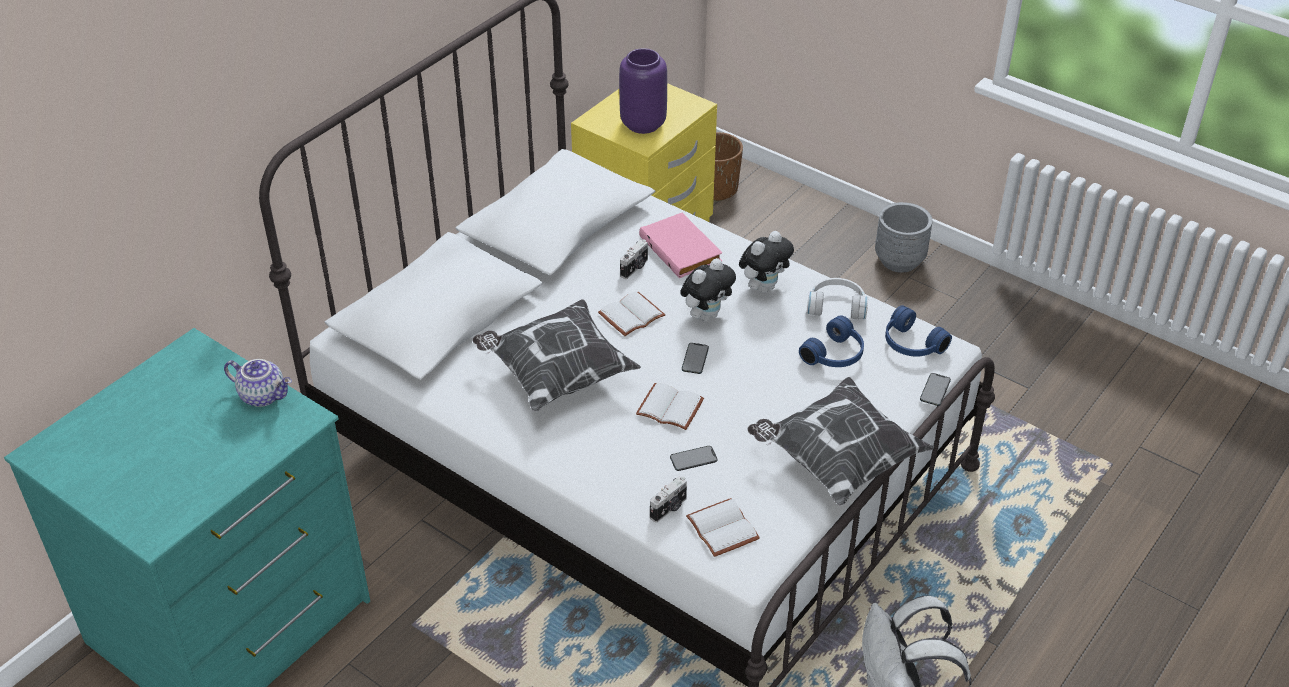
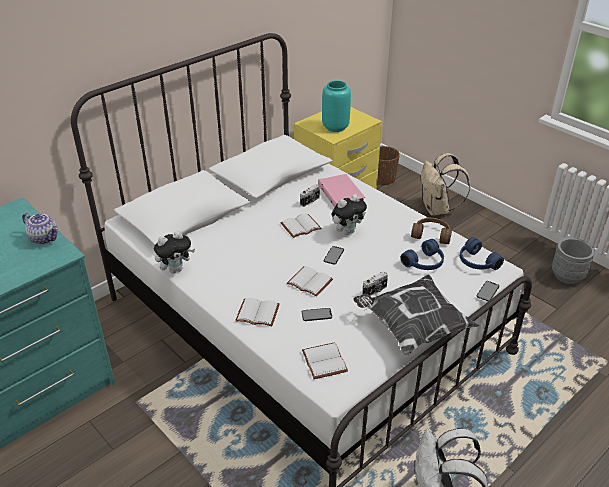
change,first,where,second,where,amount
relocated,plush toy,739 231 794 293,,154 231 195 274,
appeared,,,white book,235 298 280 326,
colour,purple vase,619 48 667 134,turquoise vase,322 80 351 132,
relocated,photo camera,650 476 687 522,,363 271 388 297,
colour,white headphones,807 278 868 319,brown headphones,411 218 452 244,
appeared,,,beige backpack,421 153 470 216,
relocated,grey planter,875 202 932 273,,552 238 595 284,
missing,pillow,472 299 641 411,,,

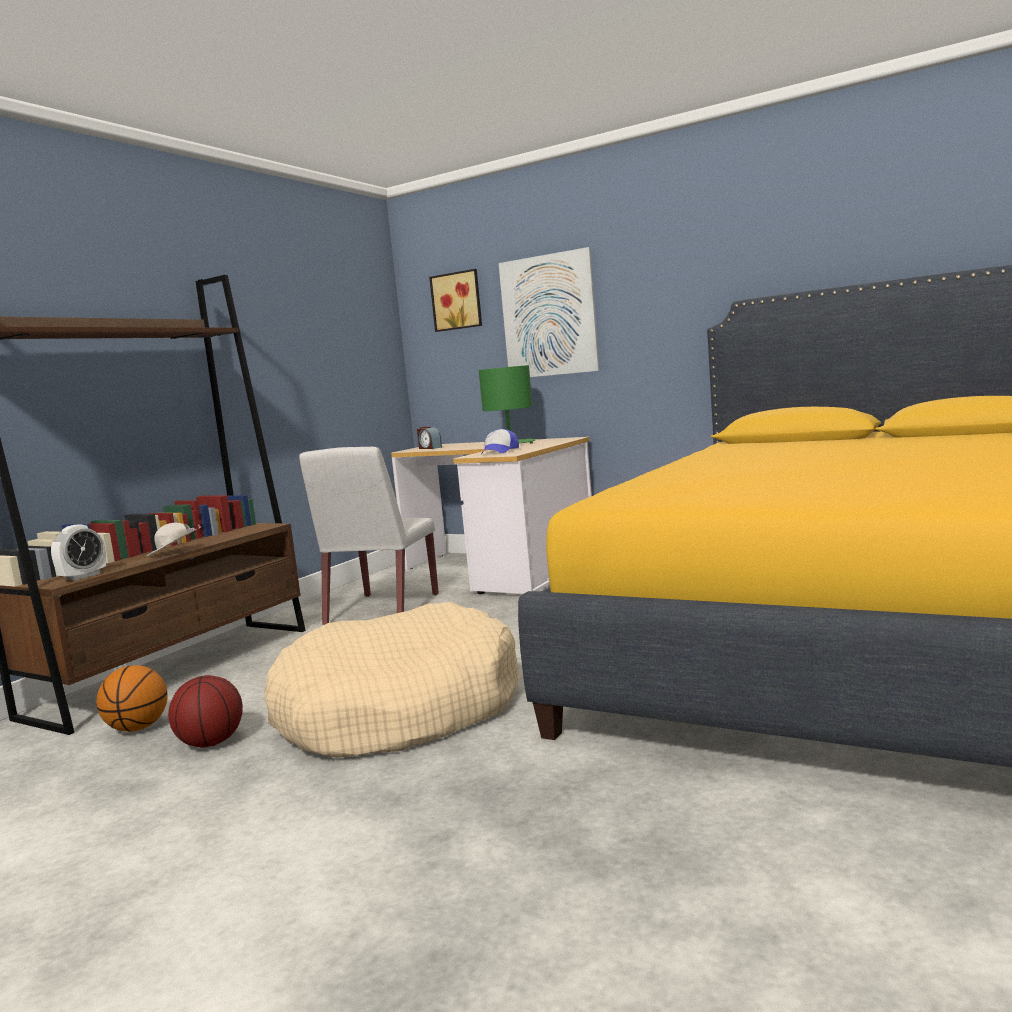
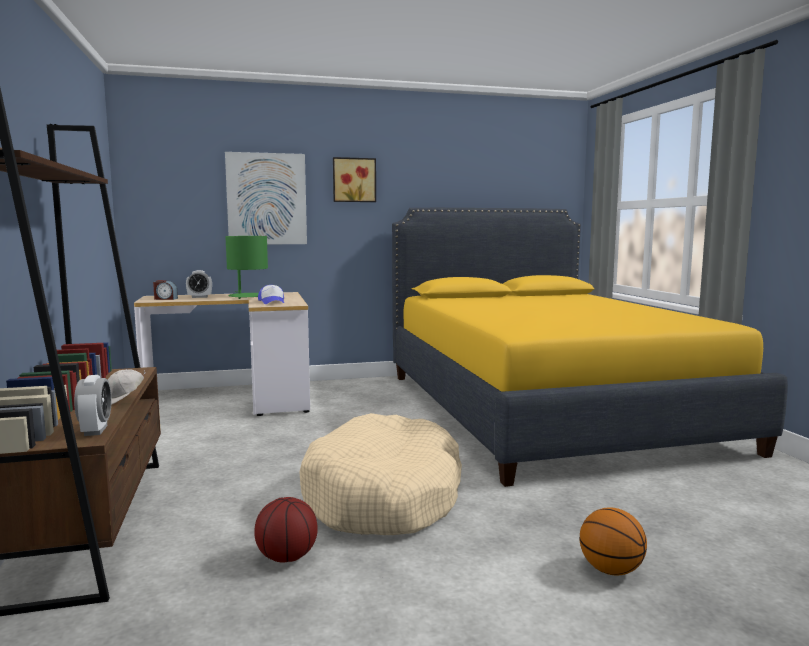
change,first,where,second,where,amount
appeared,,,alarm clock,186 270 212 298,
relocated,picture,429 269 482 332,,333 157 376 202,
relocated,basketball,96 665 168 732,,580 507 647 575,
missing,white chair,299 447 439 625,,,

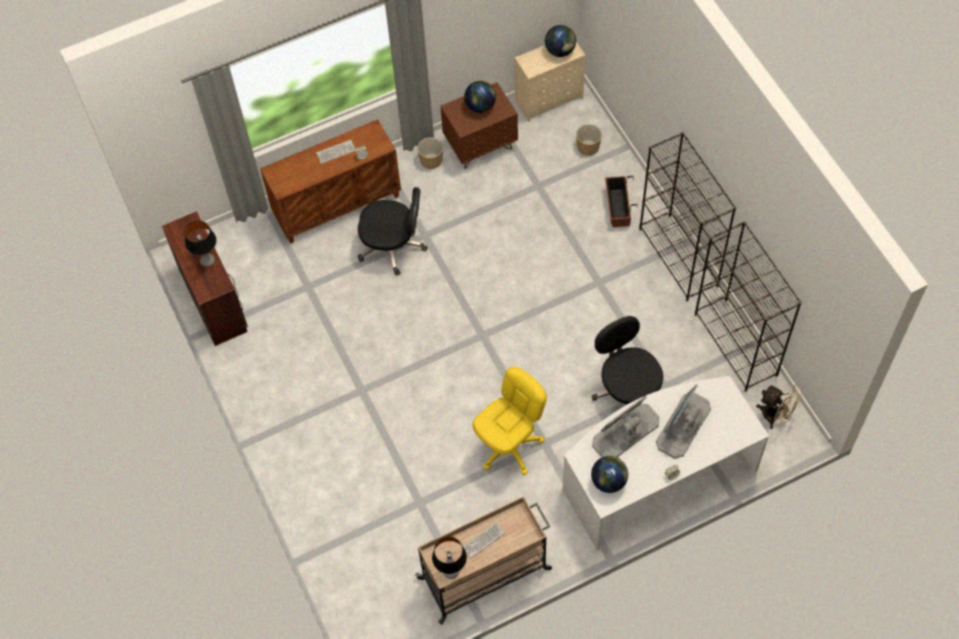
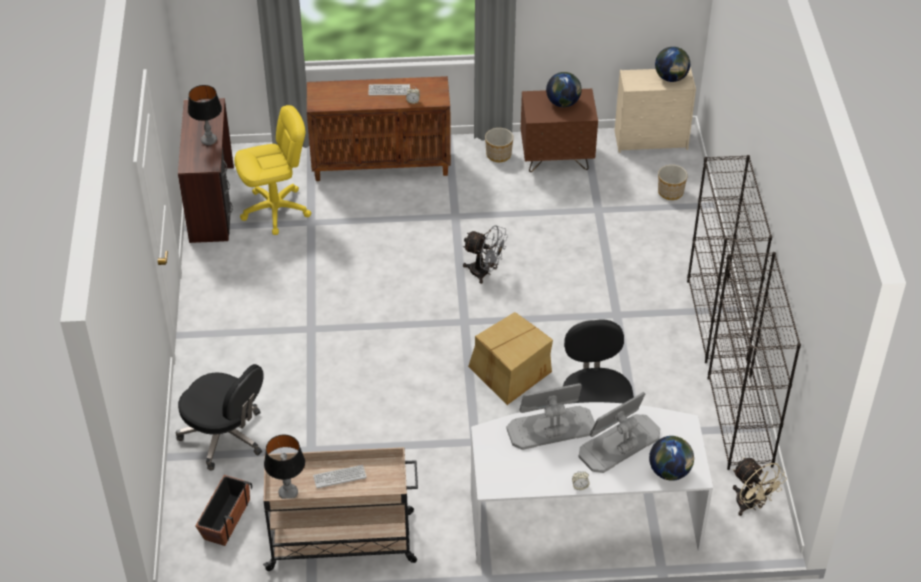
change,first,where,second,where,amount
relocated,black office chair,358 187 428 275,,176 364 264 470,
relocated,planter,605 176 637 227,,195 475 252 546,
relocated,yellow office chair,473 367 547 475,,234 105 311 235,
appeared,,,grey fan,463 225 508 284,
appeared,,,cardboard box,468 312 553 405,
relocated,globe,591 456 628 493,,649 436 694 481,

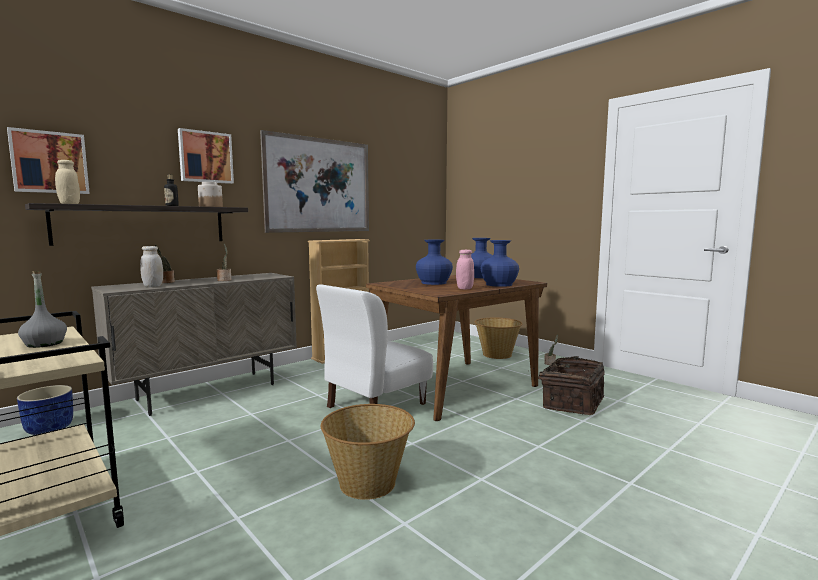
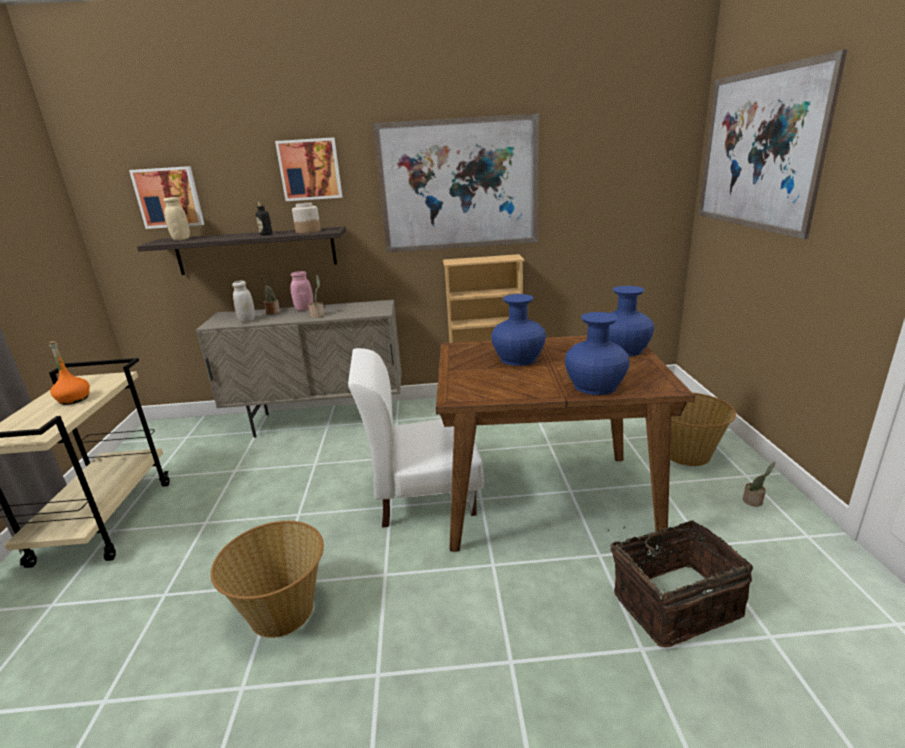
change,first,where,second,where,amount
colour,grey bottle,18 271 67 348,orange bottle,49 341 90 405,
relocated,pink jar,456 250 474 289,,291 271 313 311,
appeared,,,picture,698 49 847 239,
missing,blue planter,17 385 73 435,,,

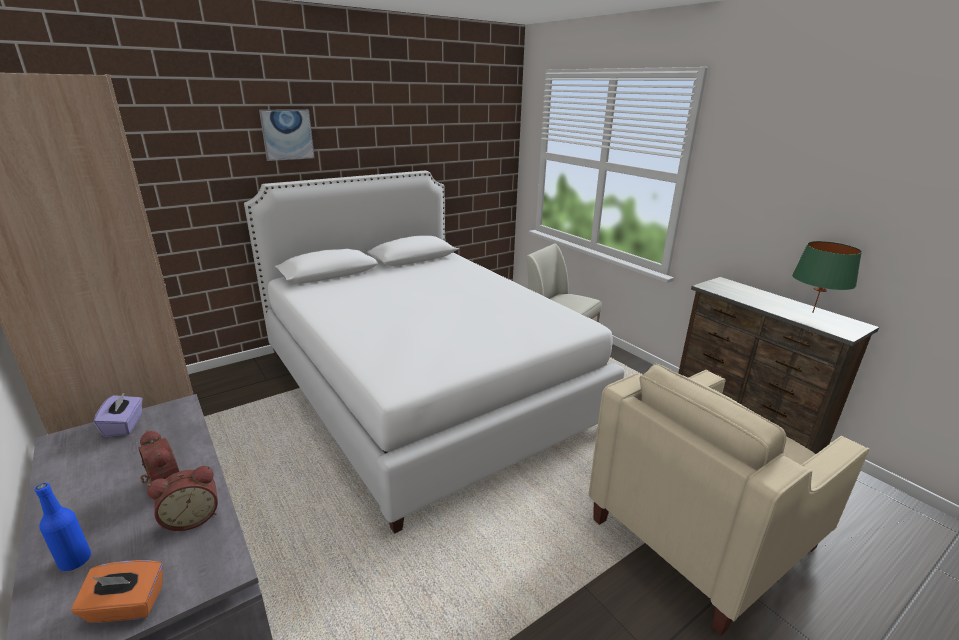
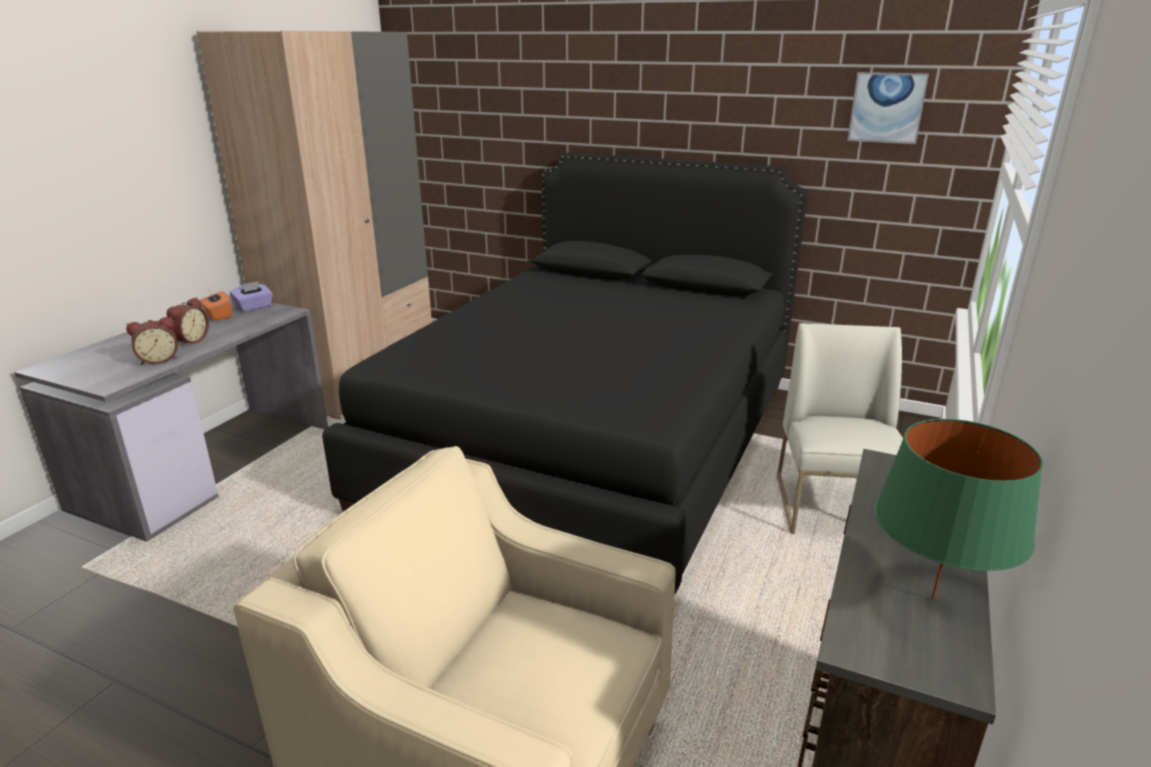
change,first,where,second,where,amount
spun,alarm clock,147 466 218 531,,126 317 178 365,60 degrees counterclockwise
relocated,orange tissue box,71 560 163 623,,200 290 232 321,
colour,white bed,244 171 625 534,black bed,322 153 808 595,
relocated,picture,259 109 315 161,,847 72 929 144,
missing,blue bottle,35 483 91 571,,,

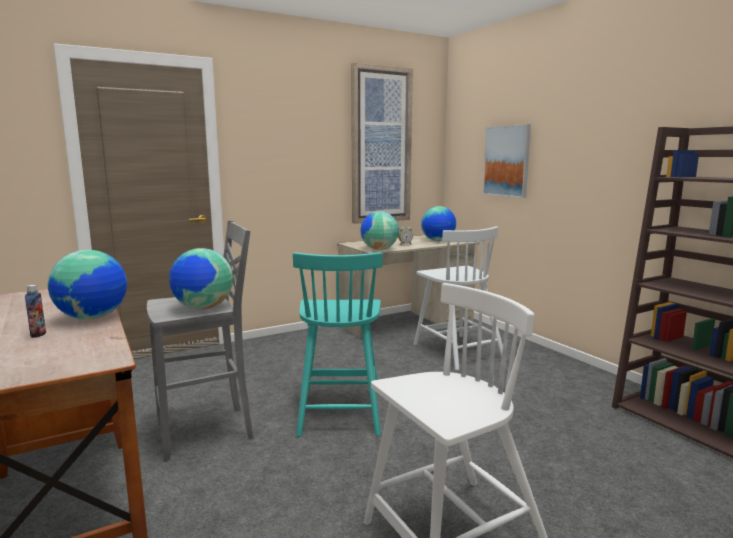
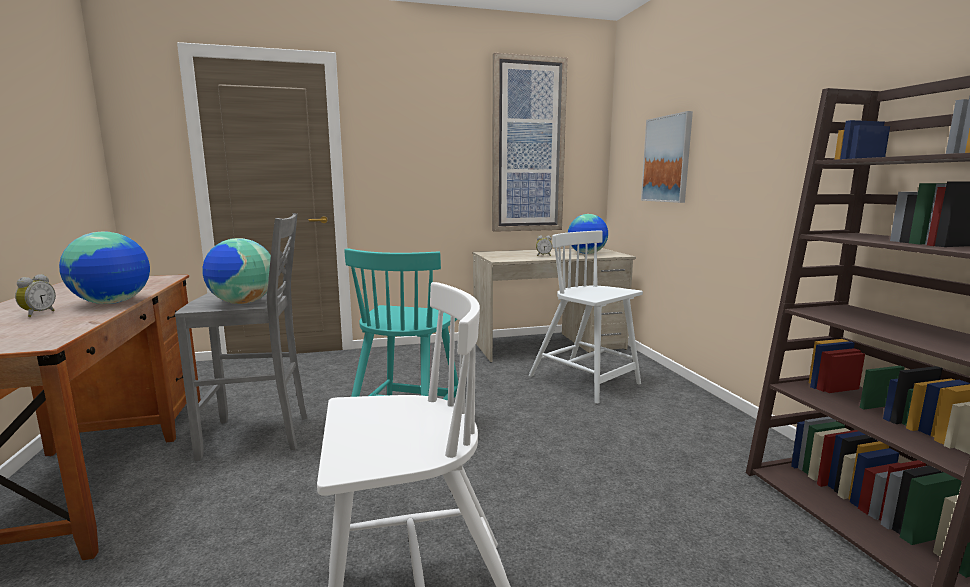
change,first,where,second,where,amount
exchanged,bottle,25 285 46 338,alarm clock,15 274 56 317,
spun,white chair,414 226 503 370,,529 230 643 404,150 degrees clockwise
missing,globe,360 211 399 250,,,

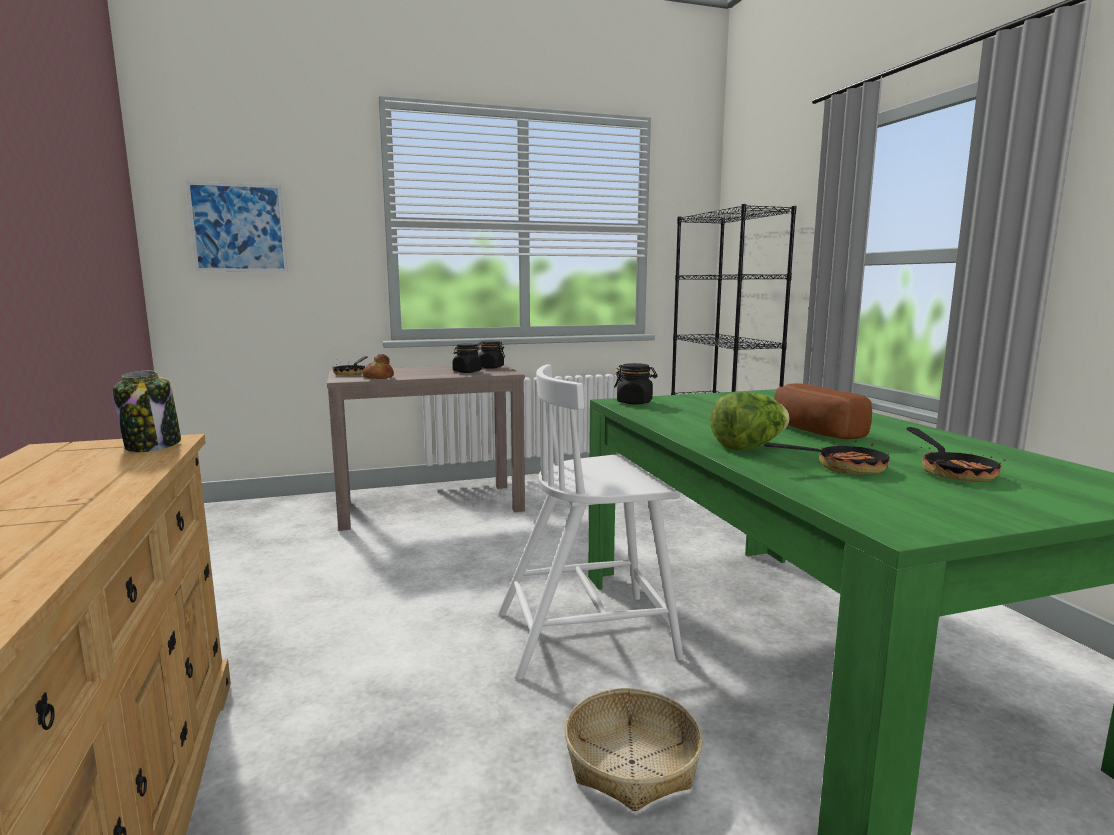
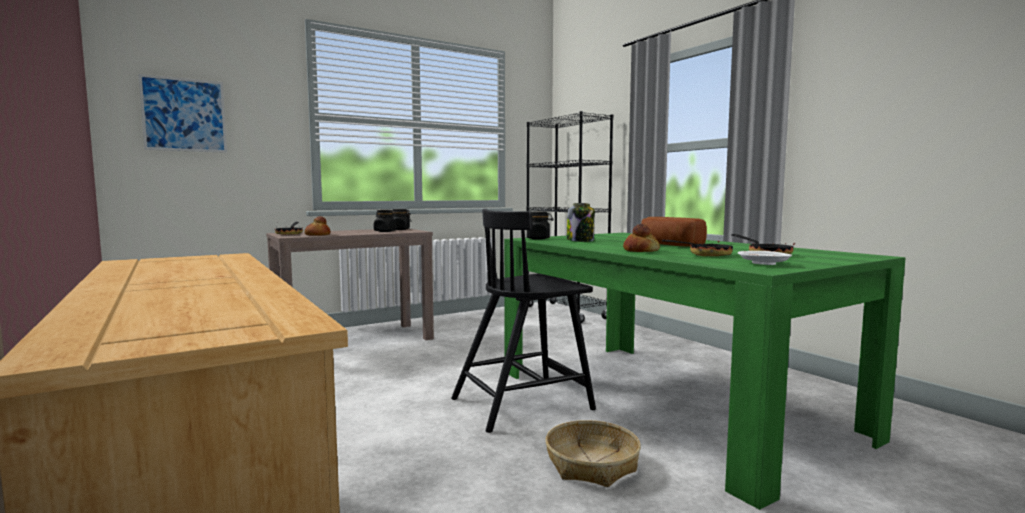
change,first,where,second,where,amount
colour,white chair,498 364 684 680,black chair,451 209 596 433,
relocated,jar,113 371 181 452,,567 203 595 242,
exchanged,lettuce,710 392 790 450,bread,623 224 660 252,
appeared,,,white plate,738 251 792 265,

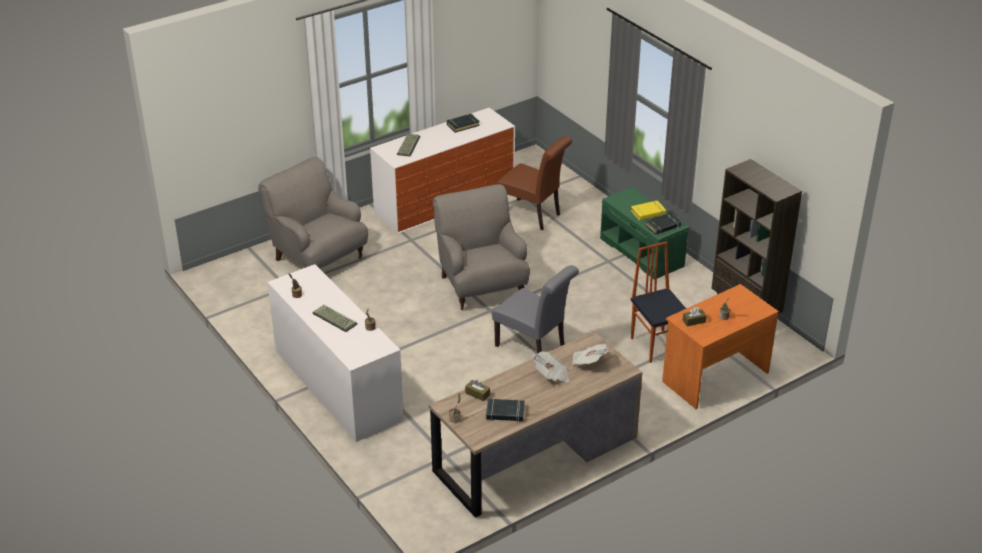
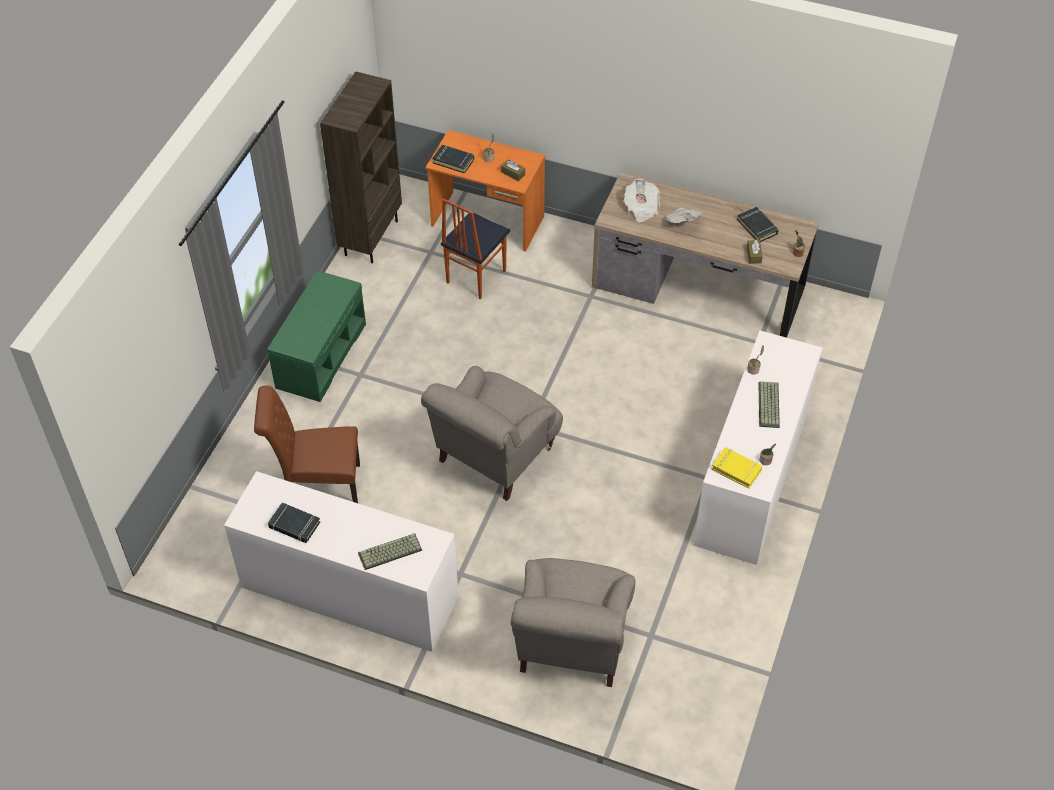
change,first,where,second,where,amount
spun,brown chair,496 136 572 230,,254 385 360 503,90 degrees counterclockwise
relocated,black book,645 213 681 235,,432 145 474 173,
relocated,yellow book,631 200 666 220,,711 447 762 489,
missing,grey chair,492 265 579 353,,,

